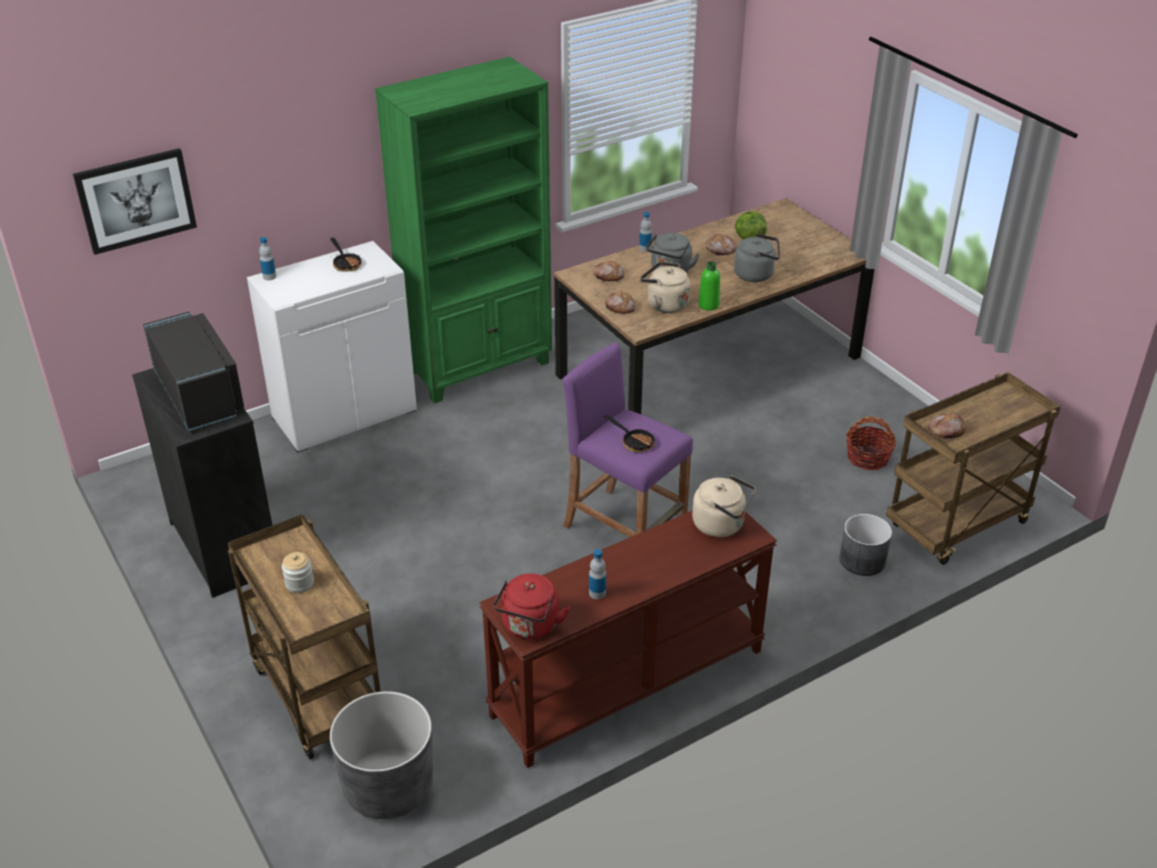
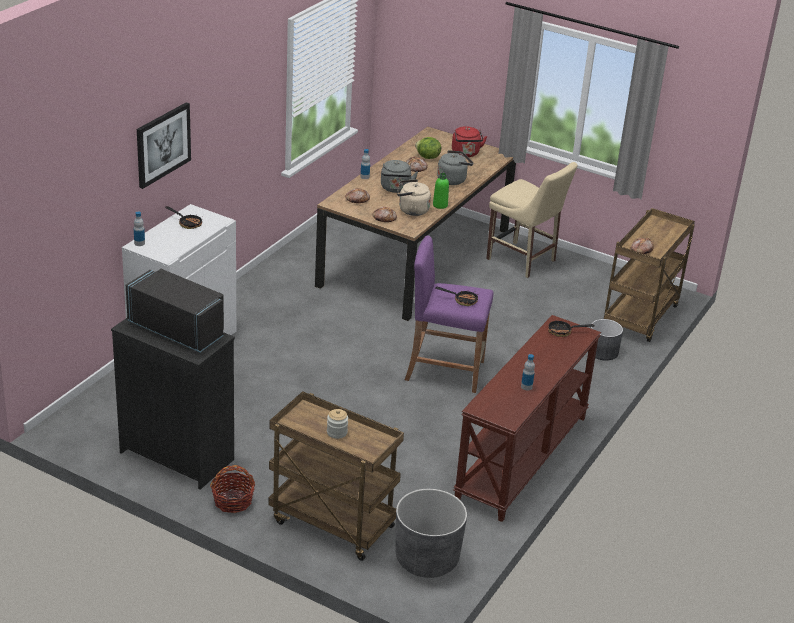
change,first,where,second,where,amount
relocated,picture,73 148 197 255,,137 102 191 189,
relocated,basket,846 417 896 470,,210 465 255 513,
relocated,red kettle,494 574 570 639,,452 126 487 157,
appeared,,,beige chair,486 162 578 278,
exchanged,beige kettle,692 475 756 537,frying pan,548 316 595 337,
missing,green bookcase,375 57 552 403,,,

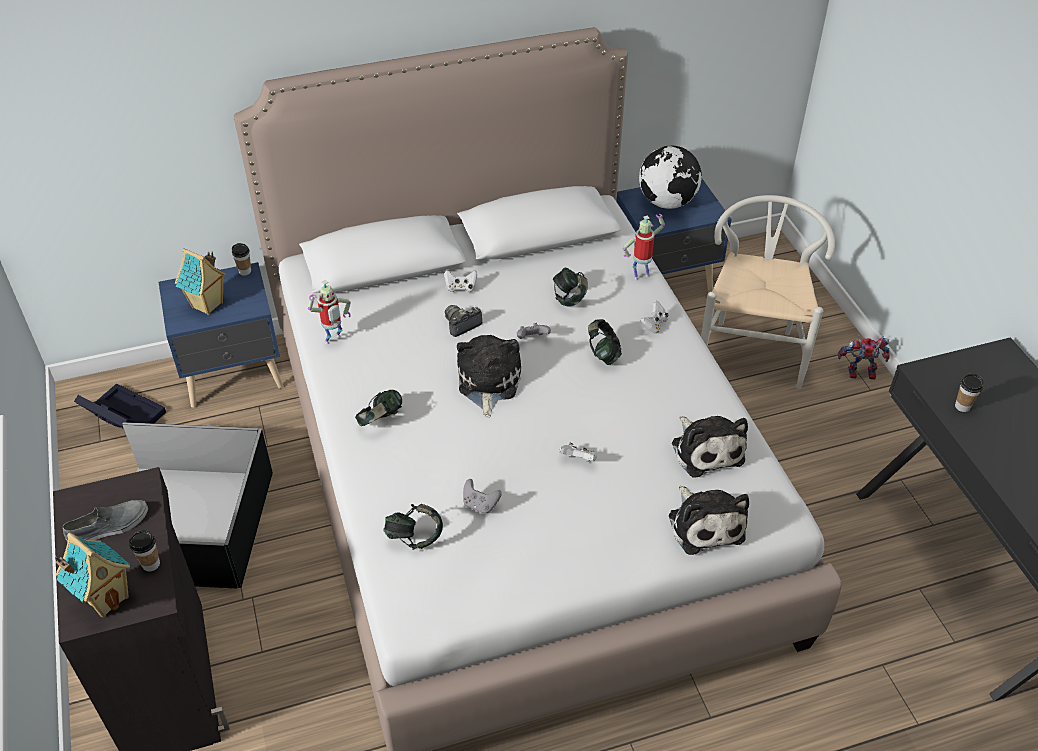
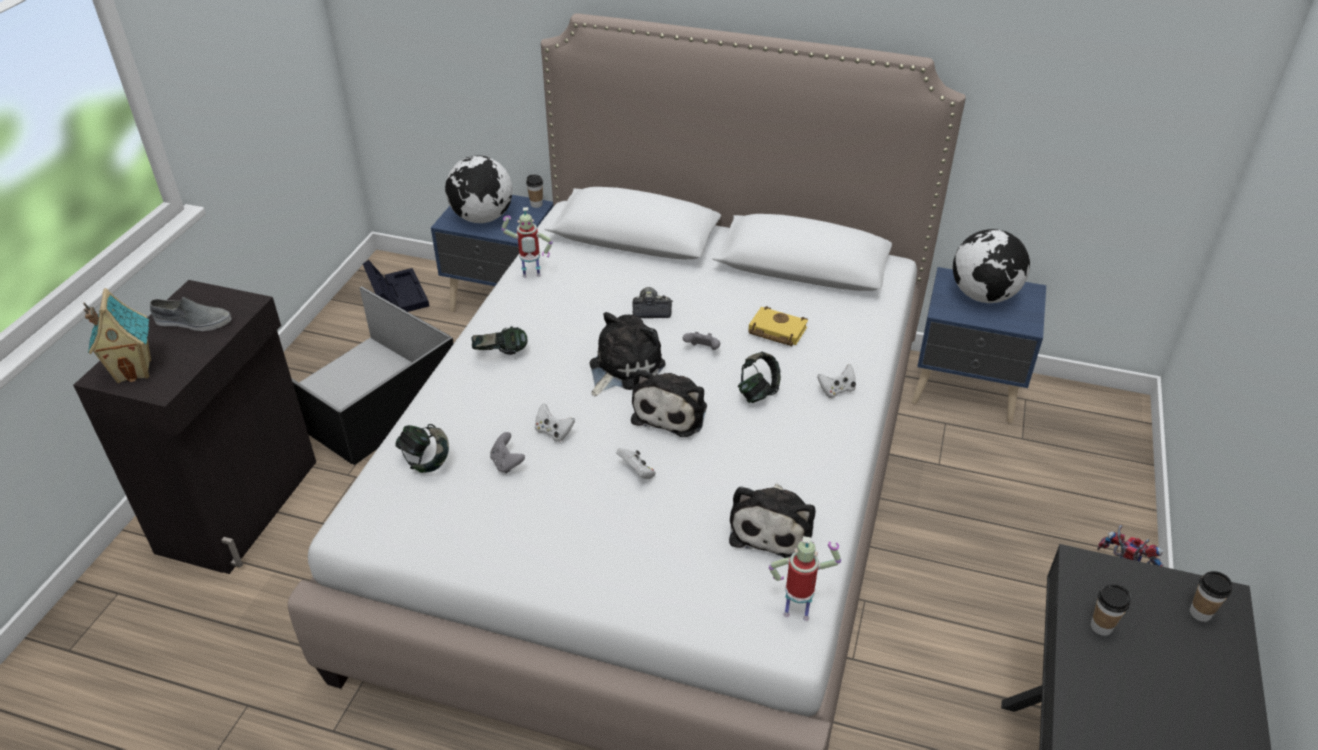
change,first,where,second,where,amount
exchanged,toy house,175 248 226 315,globe,445 155 513 223,
relocated,white game controller,445 270 477 292,,535 403 575 442,
relocated,plush toy,669 486 749 555,,631 369 707 437,
exchanged,headphones,553 268 588 307,yellow book,748 306 808 346,
relocated,toy robot,623 214 665 280,,769 536 841 621,
relocated,cup,129 530 160 572,,1190 571 1232 622,
missing,white chair,701 195 835 389,,,

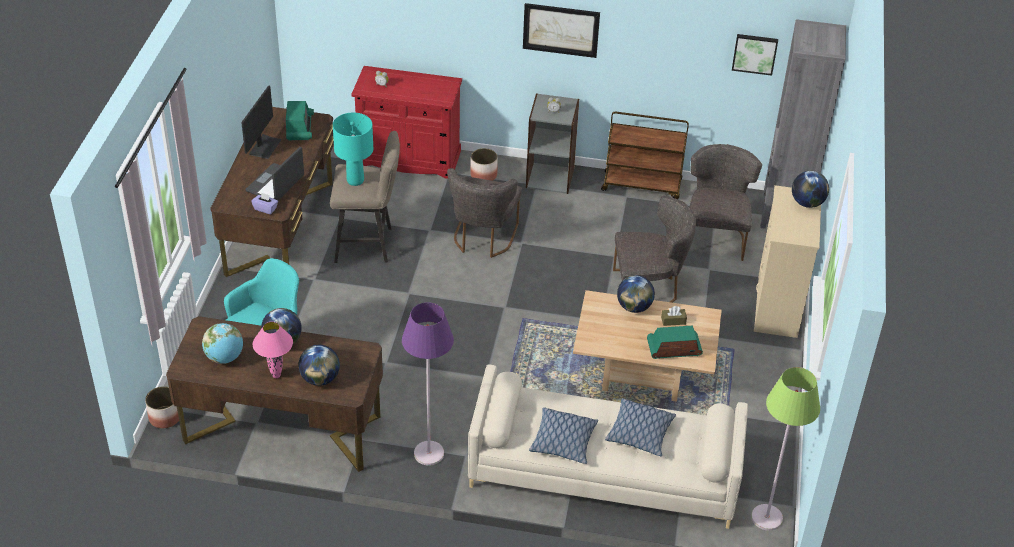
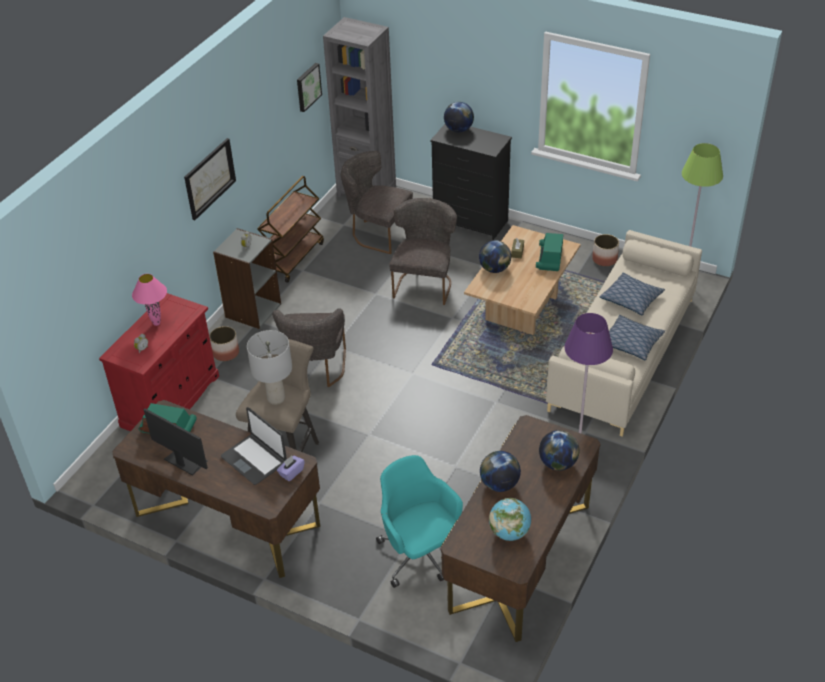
change,first,where,second,where,amount
relocated,pink table lamp,253 322 293 378,,132 274 167 326,
colour,turquoise table lamp,333 113 373 186,grey table lamp,247 330 292 405,
spun,grey chair,447 168 522 258,,272 308 346 387,60 degrees clockwise
colour,beige dresser,754 185 821 338,black dresser,430 124 512 240,
relocated,planter,145 386 179 428,,592 234 619 266,

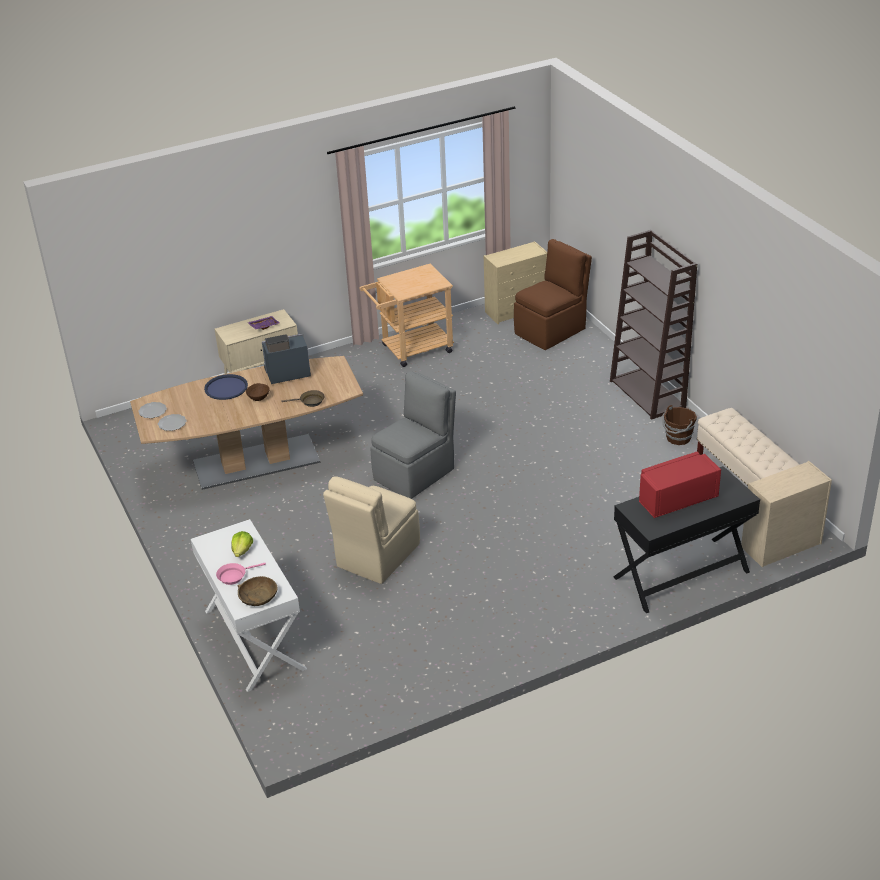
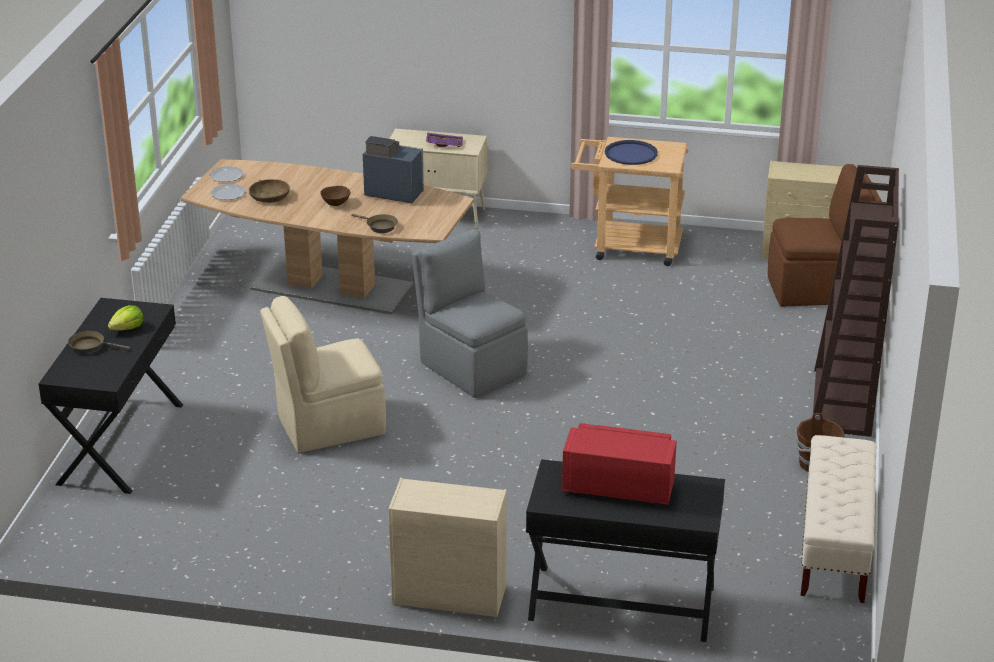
change,first,where,second,where,amount
colour,white console table,191 519 307 692,black console table,38 298 183 494,
colour,pink frying pan,216 563 266 585,brown frying pan,68 331 130 353,
relocated,brown bowl,238 576 278 606,,249 179 290 203,
relocated,beige dresser,741 461 832 567,,388 478 507 618,
spun,grey chair,370 371 456 499,,412 229 528 398,120 degrees counterclockwise
relocated,blue tray,204 374 248 400,,605 140 658 165,

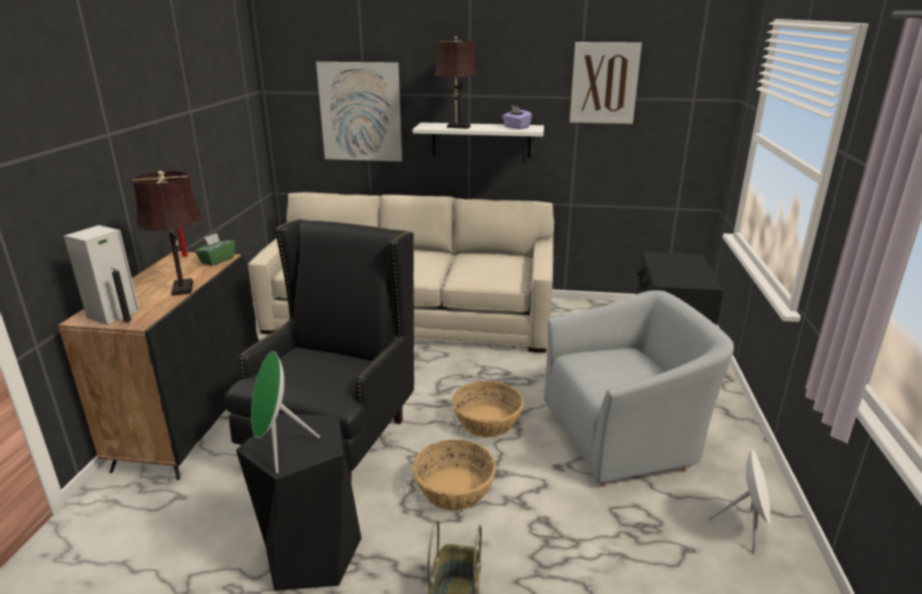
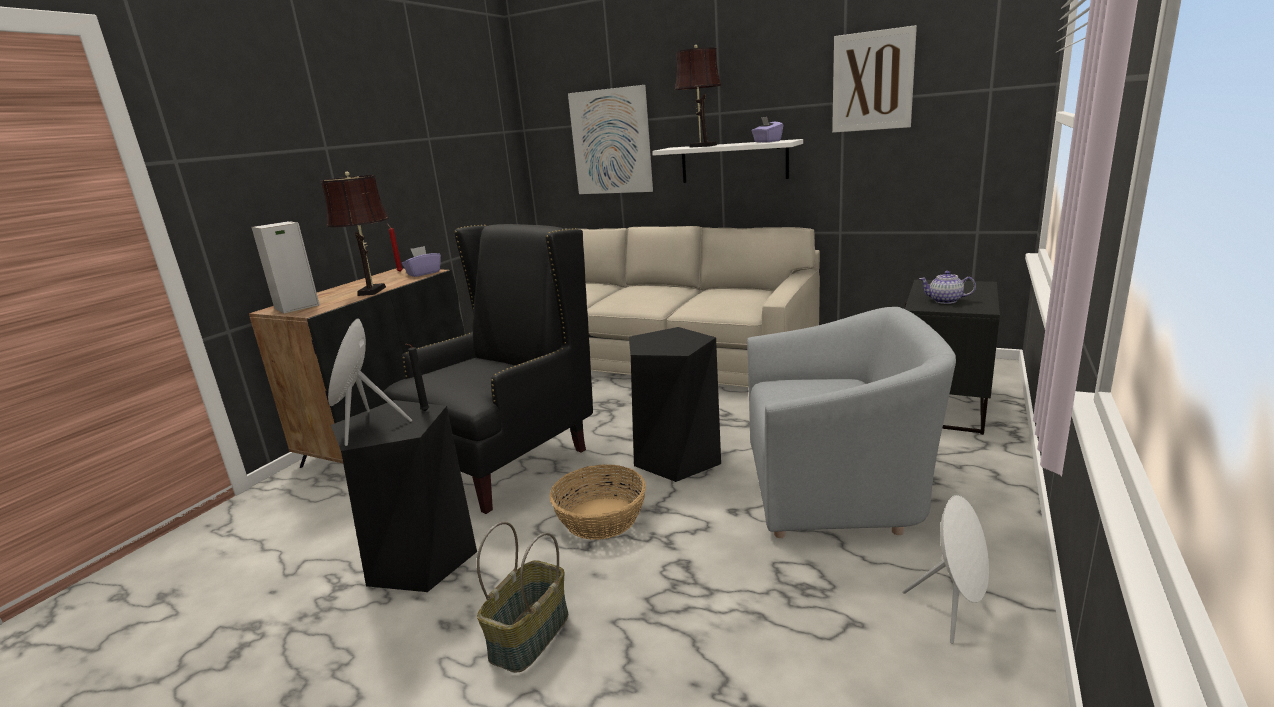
change,first,where,second,where,amount
colour,green tissue box,195 233 235 266,purple tissue box,402 246 441 277,
relocated,black candle,110 268 132 323,,406 344 429 411,
exchanged,basket,452 381 524 437,black stool,629 327 721 482,
appeared,,,teapot,919 271 976 304,

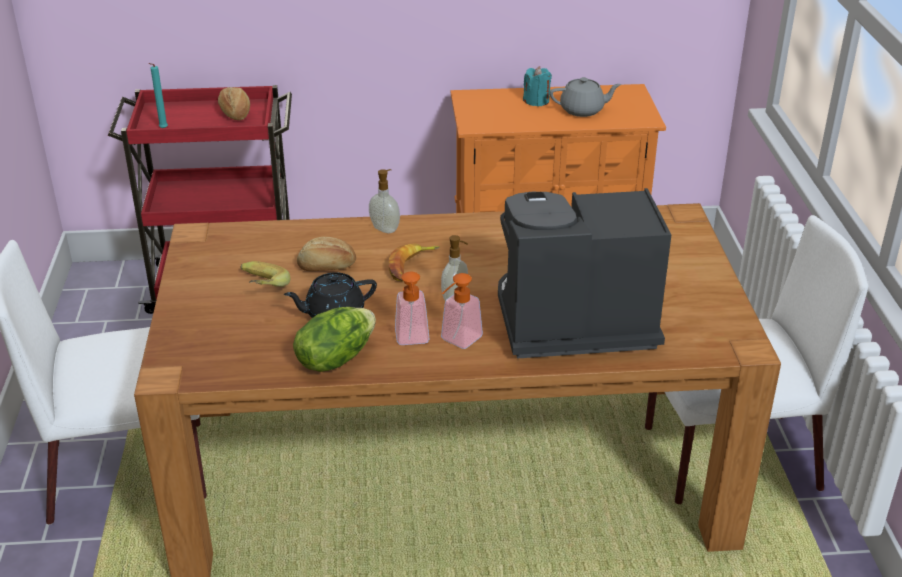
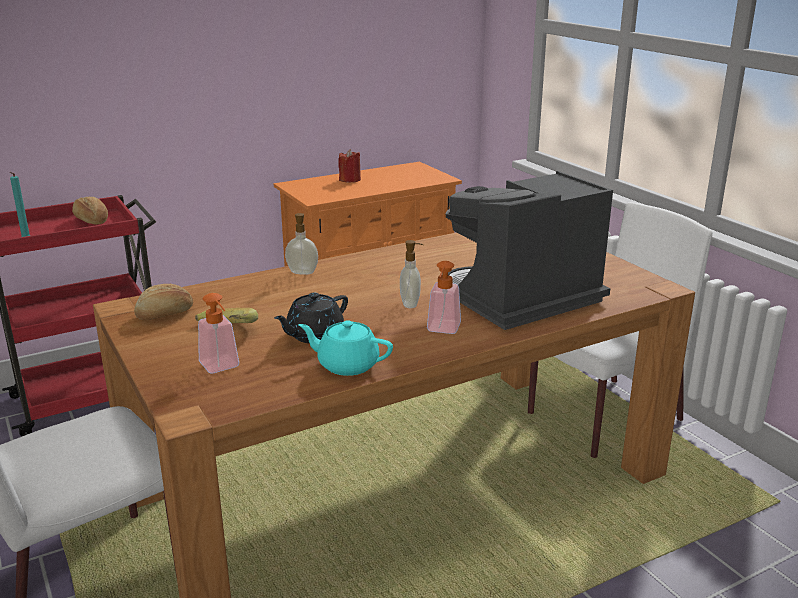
change,first,where,second,where,amount
relocated,bread,297 237 356 271,,134 284 193 320,
relocated,soap dispenser,395 272 430 345,,198 293 239 373,
exchanged,lettuce,293 307 376 372,turquoise teapot,298 320 393 376,
colour,turquoise candle,523 66 552 107,red candle,338 149 361 183,
missing,banana,389 244 440 281,,,
missing,grey teapot,550 77 622 117,,,

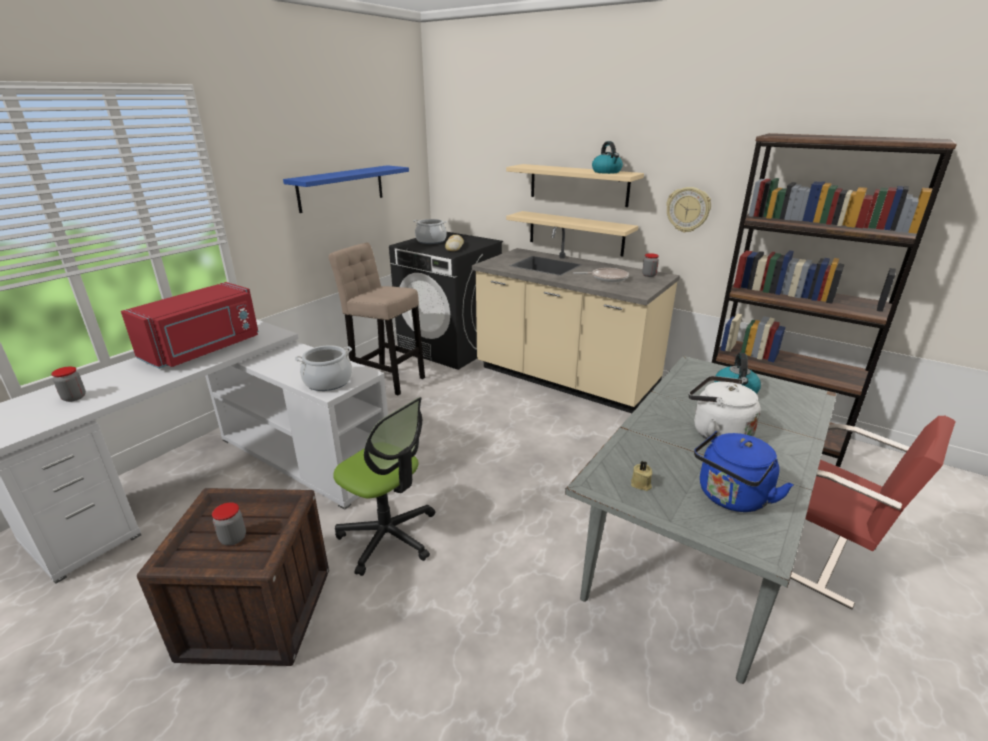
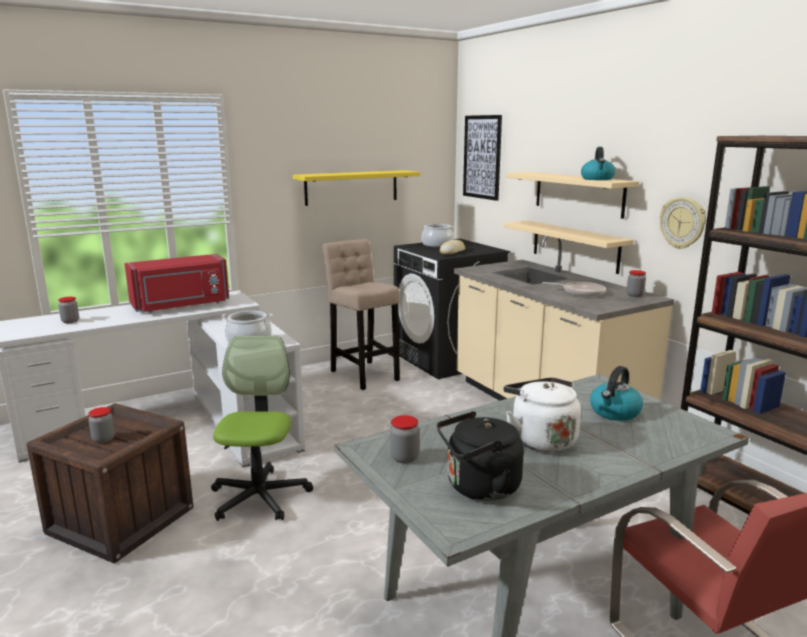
change,first,where,second,where,amount
spun,office chair,333 397 435 576,,211 336 313 521,150 degrees counterclockwise
colour,blue shelf,283 165 409 213,yellow shelf,293 170 420 206,
exchanged,beige candle,631 461 652 491,jar,390 415 419 463,
colour,blue kettle,694 431 793 512,black kettle,437 411 524 501,
appeared,,,picture,463 115 502 201,

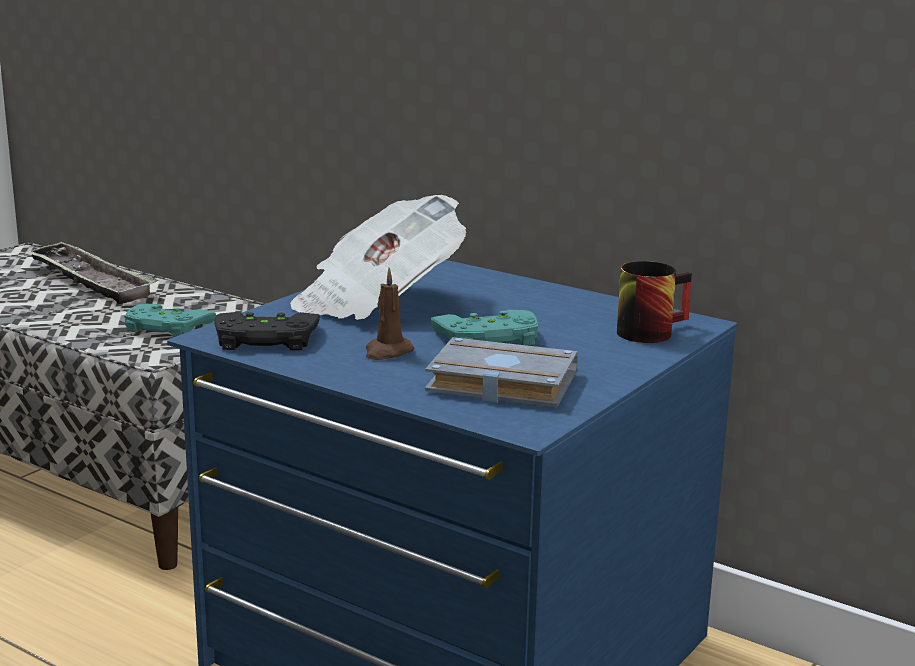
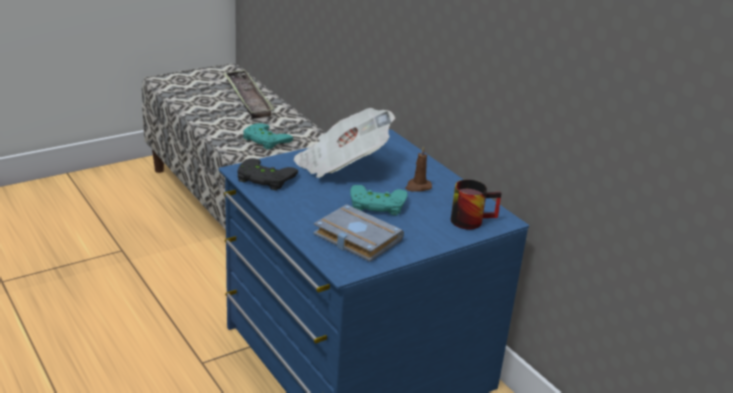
change,first,where,second,where,amount
relocated,brown candle,366 267 414 360,,405 146 432 192,

